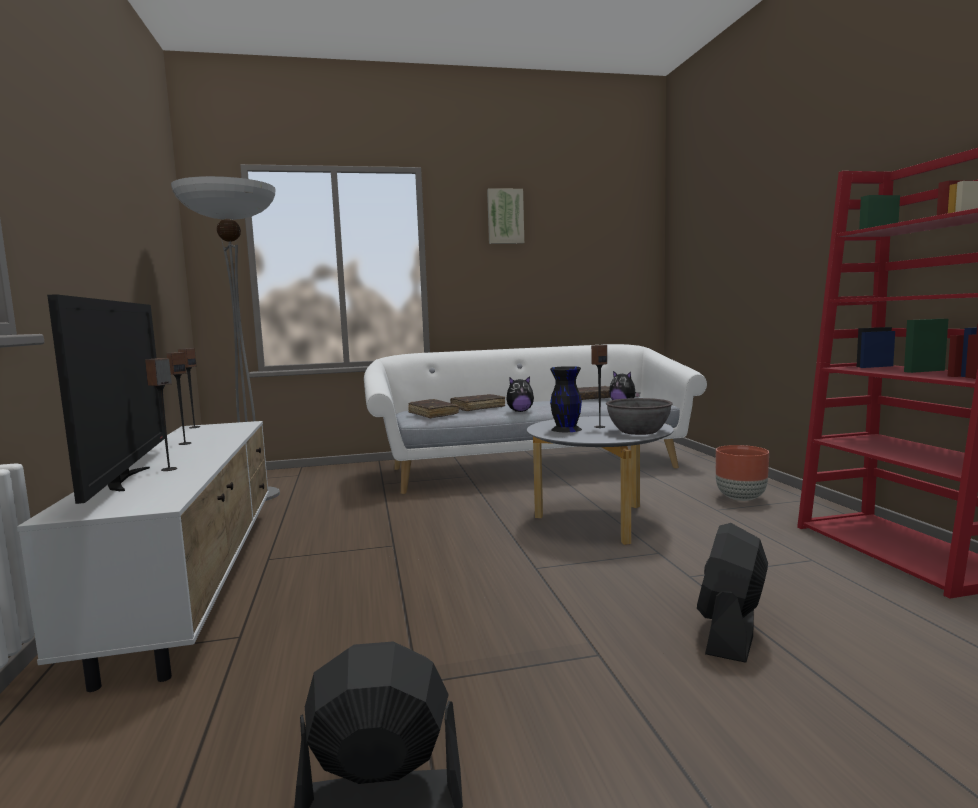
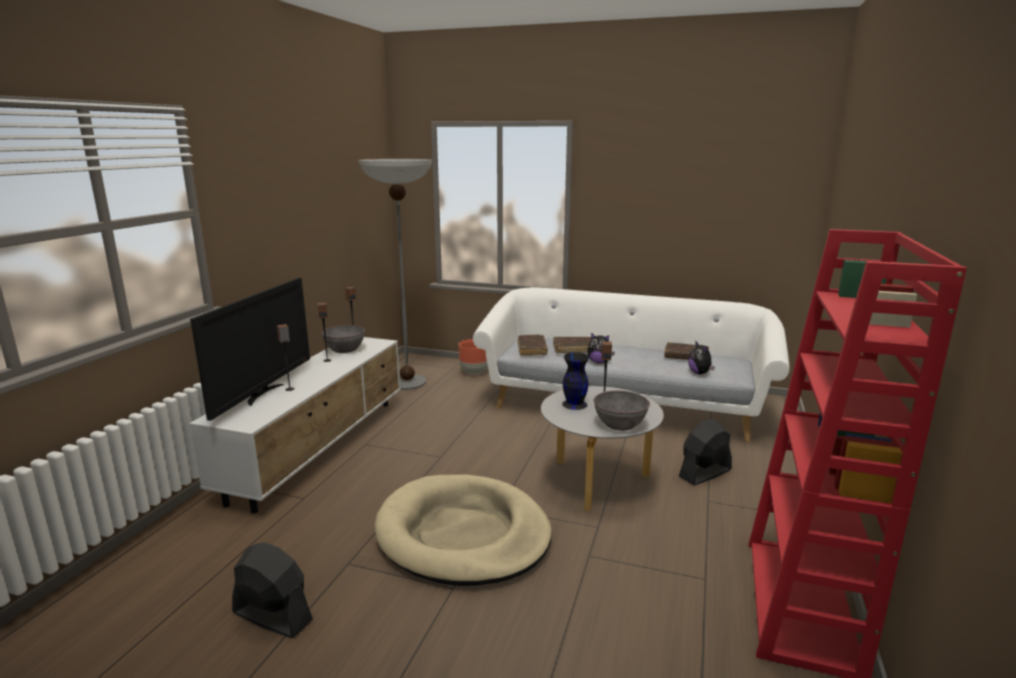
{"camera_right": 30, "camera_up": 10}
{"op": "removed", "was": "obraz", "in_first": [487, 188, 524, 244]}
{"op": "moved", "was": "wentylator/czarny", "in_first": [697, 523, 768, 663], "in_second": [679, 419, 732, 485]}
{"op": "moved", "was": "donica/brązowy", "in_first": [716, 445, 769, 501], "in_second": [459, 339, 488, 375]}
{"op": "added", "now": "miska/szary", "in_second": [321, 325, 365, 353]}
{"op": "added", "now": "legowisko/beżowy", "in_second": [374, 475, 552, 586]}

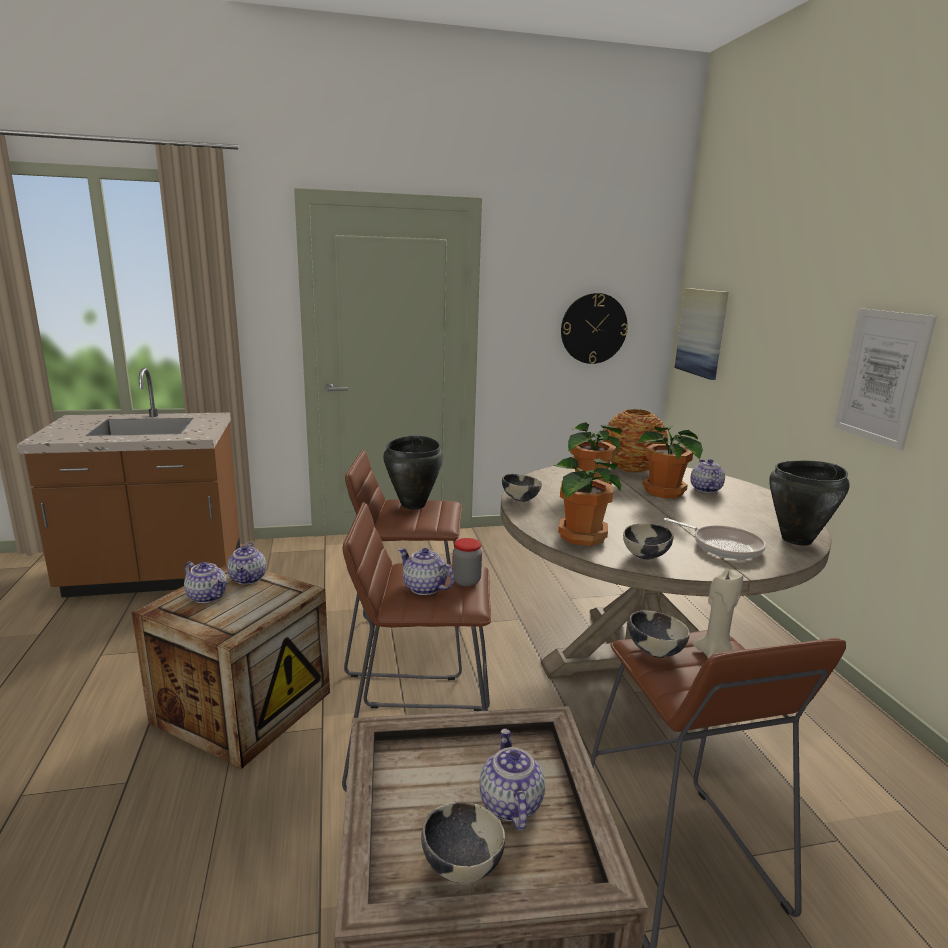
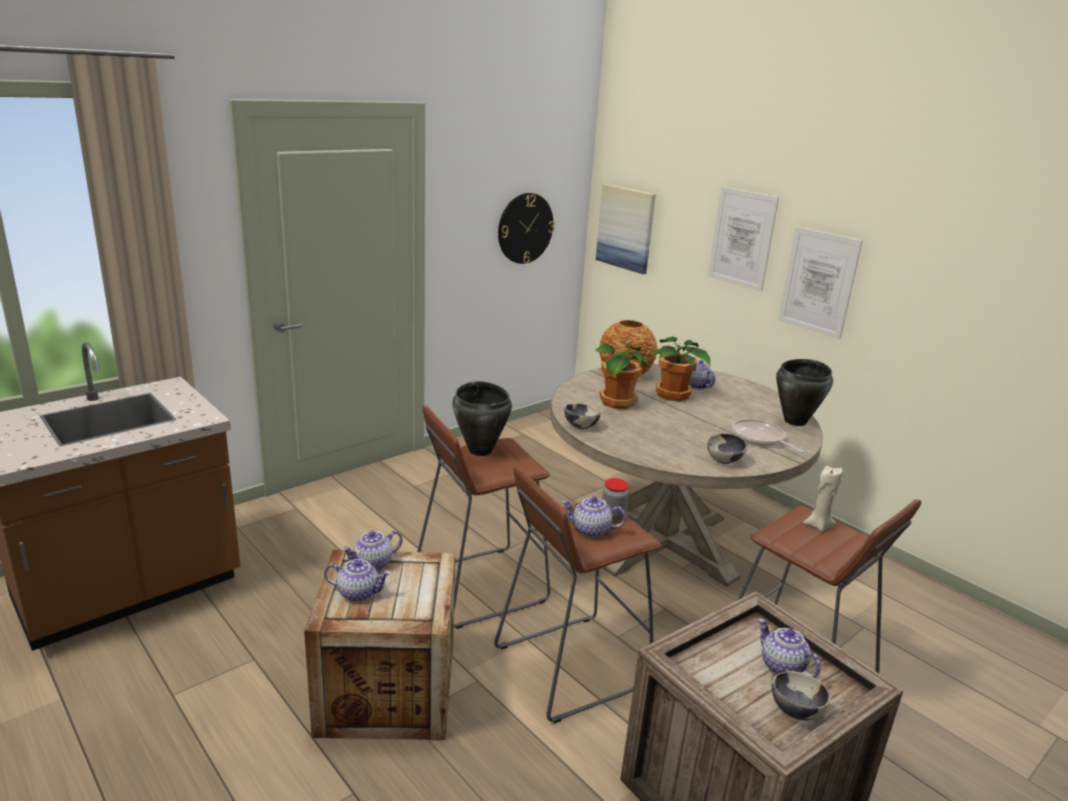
{"camera_right": -30, "camera_up": 5}
{"op": "turned", "was": "imbryk", "in_first": [227, 542, 266, 584], "in_second": [342, 530, 402, 571], "clockwise": 90}
{"op": "removed", "was": "roślina doniczkowa", "in_first": [554, 457, 621, 546]}
{"op": "removed", "was": "miska", "in_first": [628, 611, 690, 658]}
{"op": "turned", "was": "patelnia", "in_first": [664, 518, 766, 559], "in_second": [732, 419, 804, 453], "clockwise": -135}
{"op": "added", "now": "obraz", "in_second": [708, 187, 779, 291]}

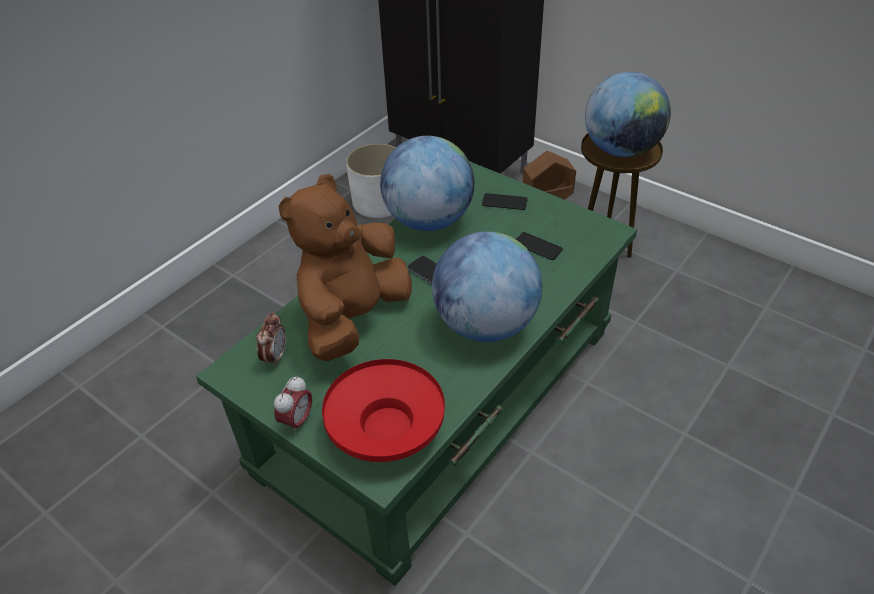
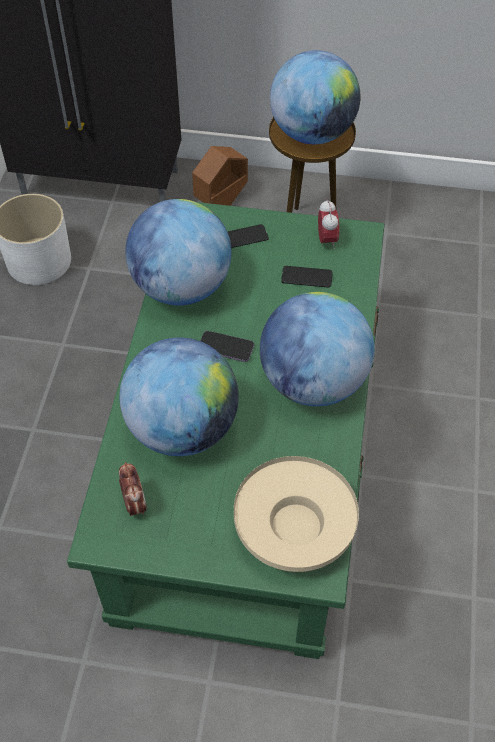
{"camera_right": -30, "camera_up": 10}
{"op": "moved", "was": "budzik", "in_first": [274, 376, 312, 435], "in_second": [318, 199, 339, 249]}
{"op": "replaced", "was": "pluszak/brązowy", "now": "globus", "in_first": [278, 174, 412, 361], "in_second": [120, 337, 239, 456]}
{"op": "recoloured", "was": "miska/czerwony", "now": "miska/beżowy", "in_first": [322, 359, 445, 462], "in_second": [234, 456, 359, 572]}

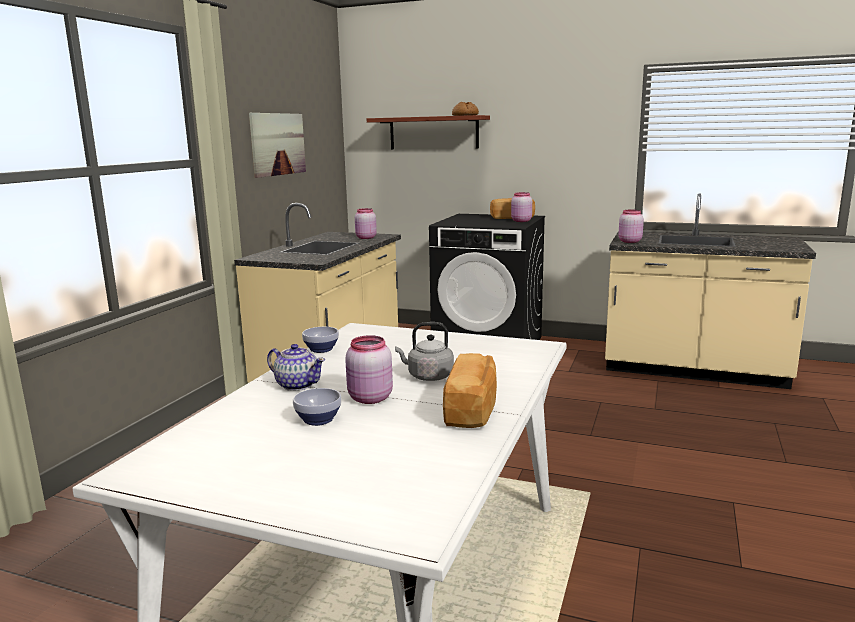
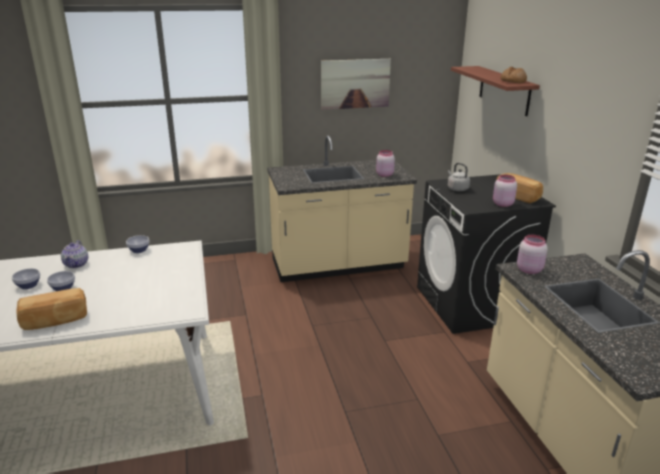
{"camera_right": 55, "camera_up": 10}
{"op": "replaced", "was": "słoik/różowy", "now": "miska", "in_first": [345, 335, 393, 404], "in_second": [47, 271, 75, 291]}
{"op": "moved", "was": "czajnik/szary", "in_first": [395, 322, 454, 381], "in_second": [448, 163, 470, 191]}

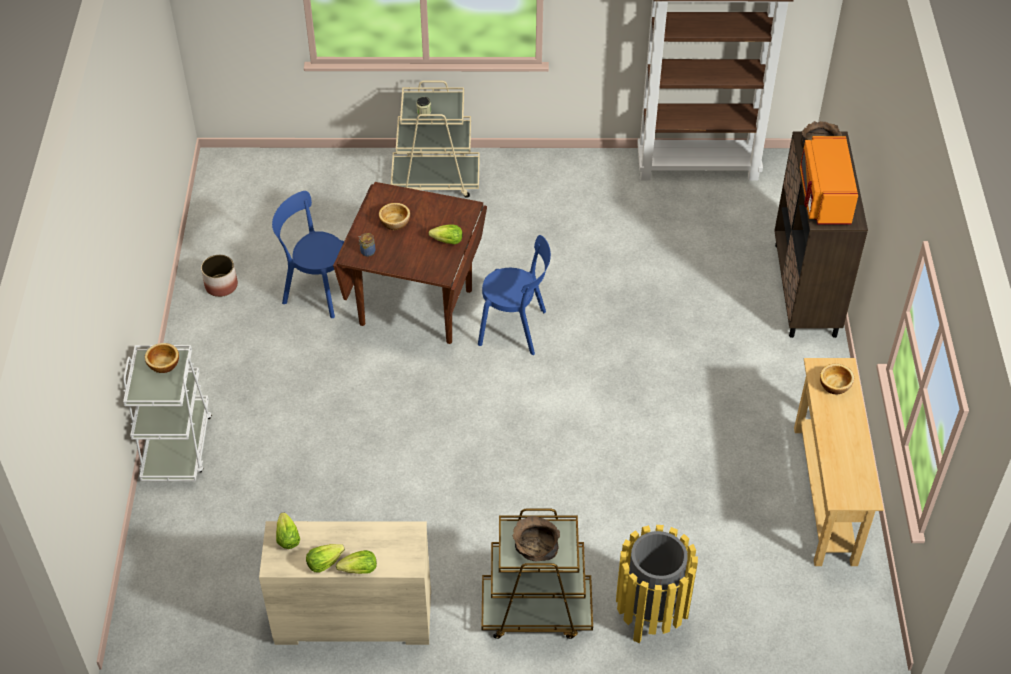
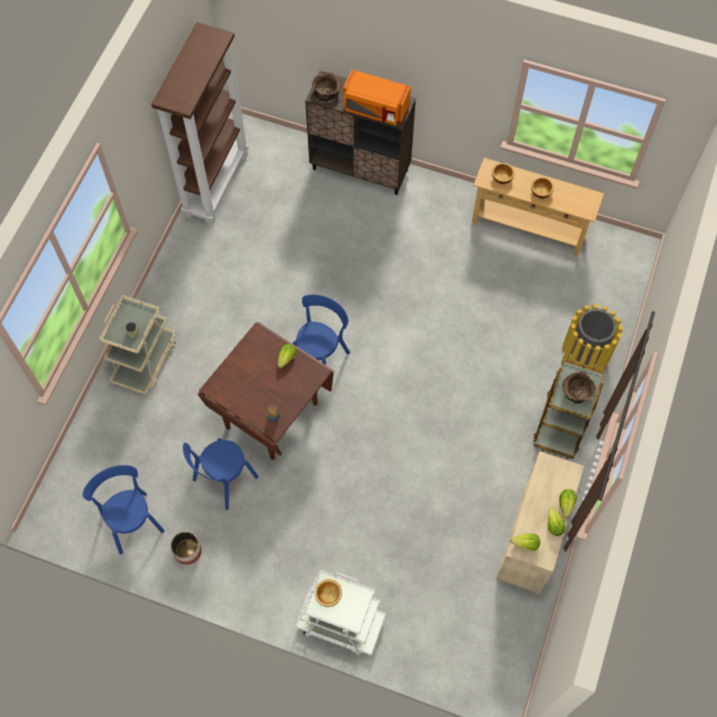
{"camera_right": -70, "camera_up": 15}
{"op": "moved", "was": "miska", "in_first": [379, 203, 410, 230], "in_second": [531, 177, 554, 199]}
{"op": "added", "now": "krzesło/niebieski", "in_second": [83, 465, 165, 554]}

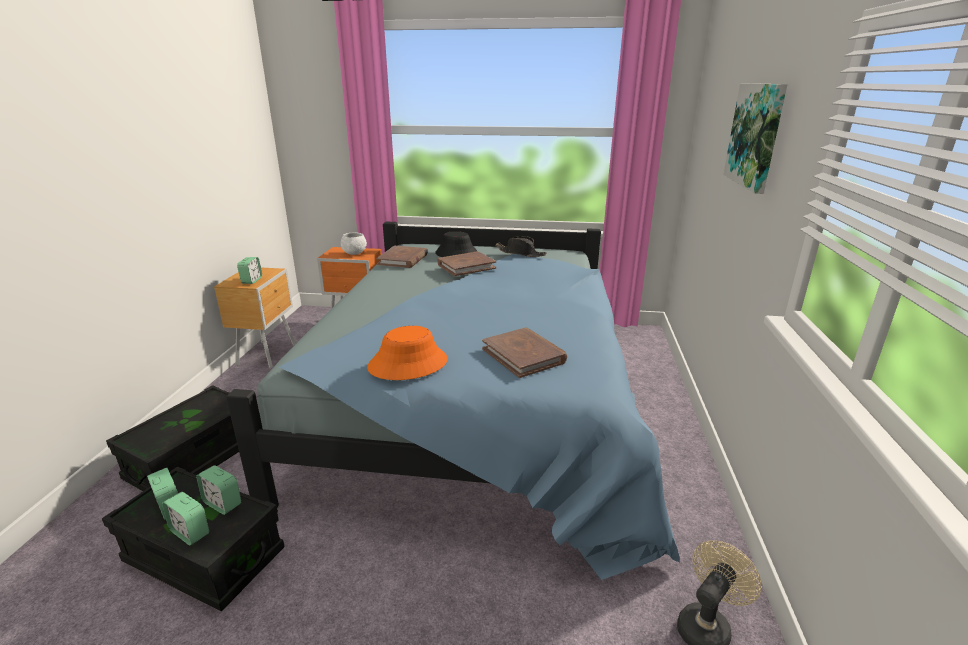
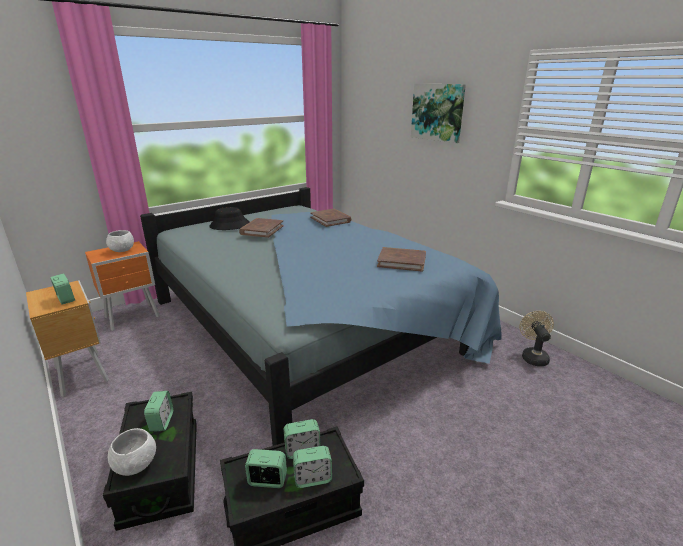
{"camera_right": -45, "camera_up": 0}
{"op": "removed", "was": "kapelusz/pomarańczowy", "in_first": [367, 326, 448, 380]}
{"op": "moved", "was": "książka/brązowy", "in_first": [377, 246, 428, 268], "in_second": [310, 209, 351, 227]}
{"op": "removed", "was": "kapelusz/czarny", "in_first": [495, 236, 547, 257]}
{"op": "added", "now": "miska/biały", "in_second": [108, 428, 156, 476]}
{"op": "added", "now": "budzik", "in_second": [144, 391, 173, 432]}

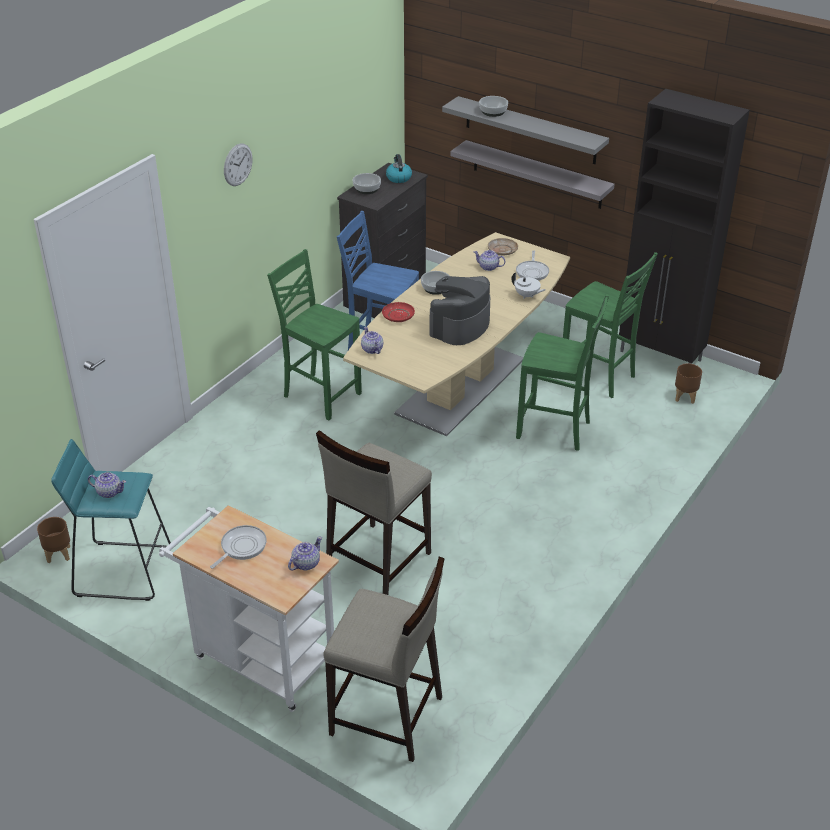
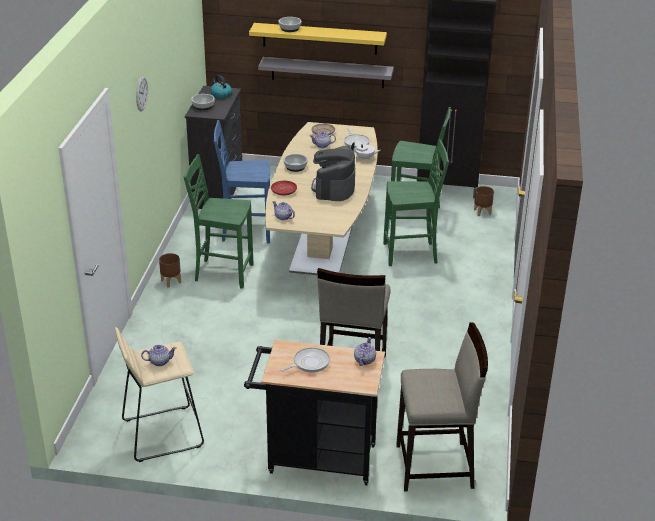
{"camera_right": -25, "camera_up": -5}
{"op": "moved", "was": "donica/brązowy", "in_first": [37, 517, 70, 563], "in_second": [159, 253, 181, 287]}
{"op": "recoloured", "was": "stołek/turkusowy", "now": "stołek/beżowy", "in_first": [51, 439, 171, 601], "in_second": [115, 327, 204, 462]}
{"op": "recoloured", "was": "wózek/biały", "now": "wózek/czarny", "in_first": [159, 505, 339, 712], "in_second": [244, 340, 385, 485]}
{"op": "turned", "was": "patelnia", "in_first": [210, 525, 267, 569], "in_second": [279, 347, 330, 373], "clockwise": 45}
{"op": "recoloured", "was": "półka/szary", "now": "półka/żółty", "in_first": [442, 96, 609, 164], "in_second": [249, 23, 387, 55]}

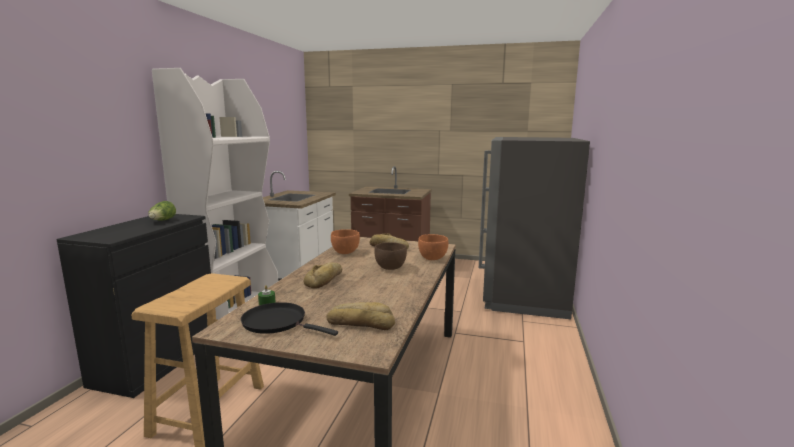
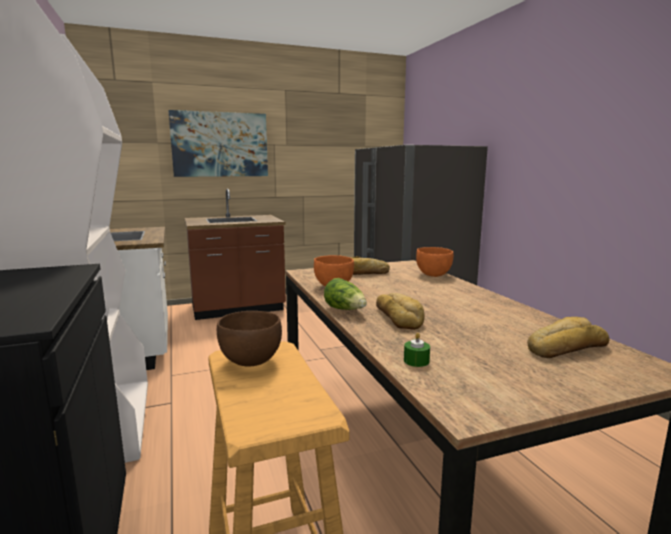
{"camera_right": -35, "camera_up": 0}
{"op": "moved", "was": "sałata", "in_first": [148, 201, 176, 220], "in_second": [324, 278, 367, 310]}
{"op": "removed", "was": "patelnia/czarny", "in_first": [241, 302, 338, 336]}
{"op": "moved", "was": "miska/brązowy", "in_first": [374, 242, 407, 270], "in_second": [217, 311, 282, 367]}
{"op": "added", "now": "obraz", "in_second": [168, 110, 268, 177]}

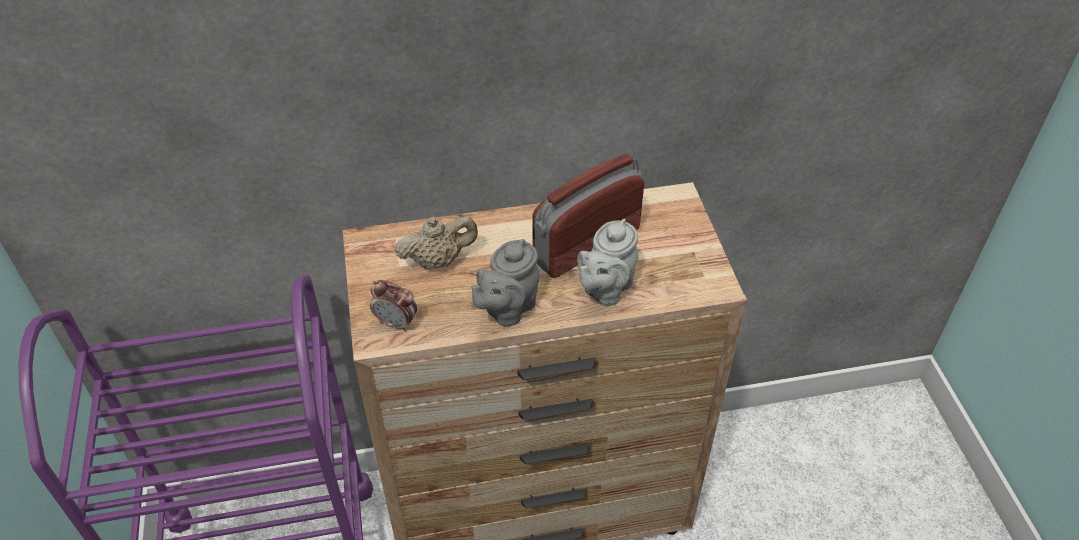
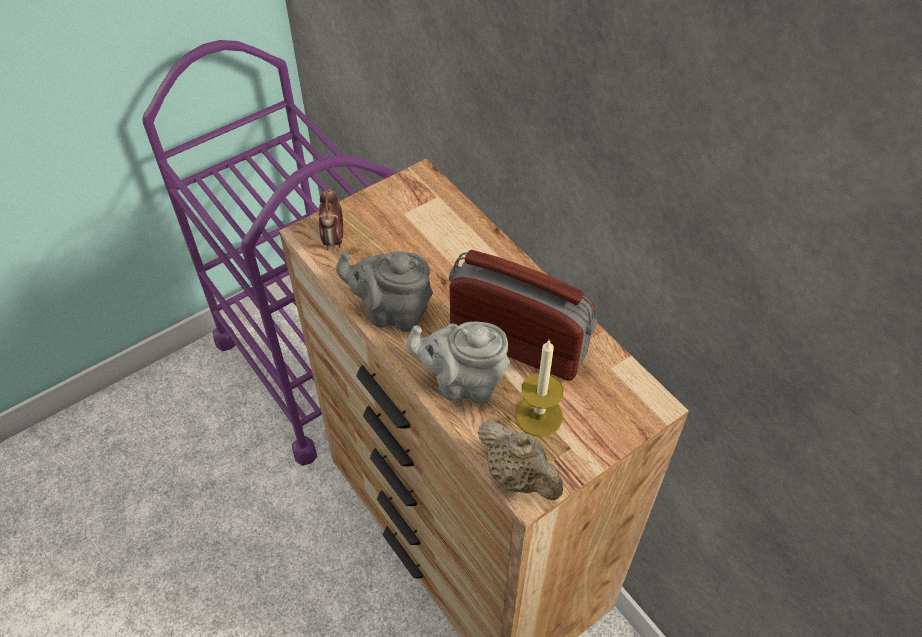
{"camera_right": 65, "camera_up": 5}
{"op": "moved", "was": "imbryk/beżowy", "in_first": [394, 216, 478, 269], "in_second": [478, 420, 563, 500]}
{"op": "added", "now": "świeca", "in_second": [515, 340, 563, 437]}

